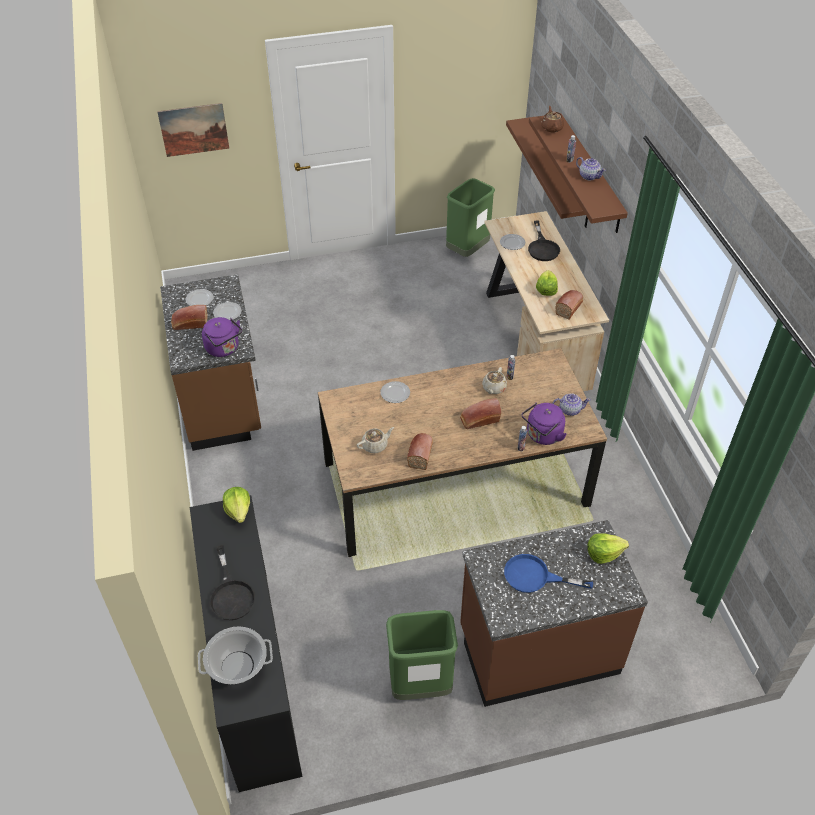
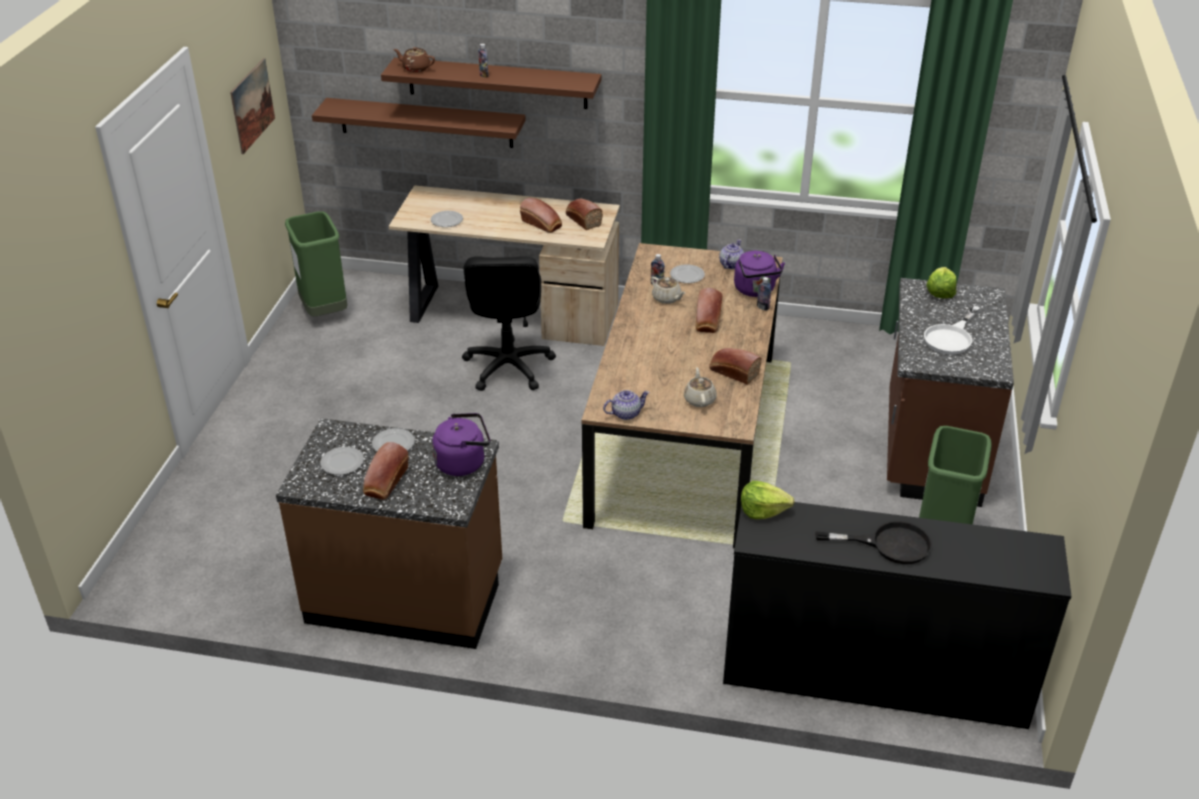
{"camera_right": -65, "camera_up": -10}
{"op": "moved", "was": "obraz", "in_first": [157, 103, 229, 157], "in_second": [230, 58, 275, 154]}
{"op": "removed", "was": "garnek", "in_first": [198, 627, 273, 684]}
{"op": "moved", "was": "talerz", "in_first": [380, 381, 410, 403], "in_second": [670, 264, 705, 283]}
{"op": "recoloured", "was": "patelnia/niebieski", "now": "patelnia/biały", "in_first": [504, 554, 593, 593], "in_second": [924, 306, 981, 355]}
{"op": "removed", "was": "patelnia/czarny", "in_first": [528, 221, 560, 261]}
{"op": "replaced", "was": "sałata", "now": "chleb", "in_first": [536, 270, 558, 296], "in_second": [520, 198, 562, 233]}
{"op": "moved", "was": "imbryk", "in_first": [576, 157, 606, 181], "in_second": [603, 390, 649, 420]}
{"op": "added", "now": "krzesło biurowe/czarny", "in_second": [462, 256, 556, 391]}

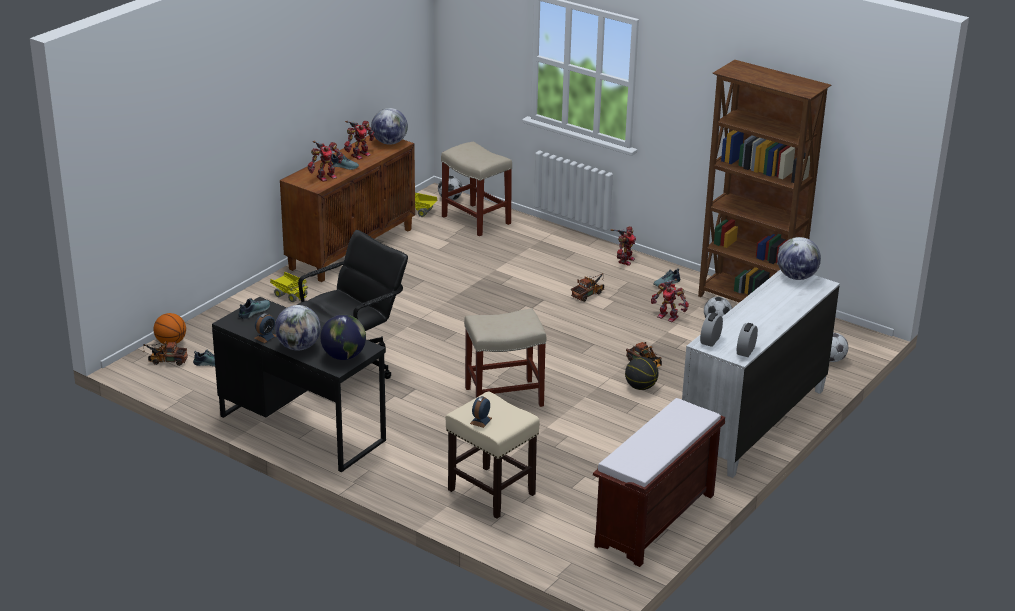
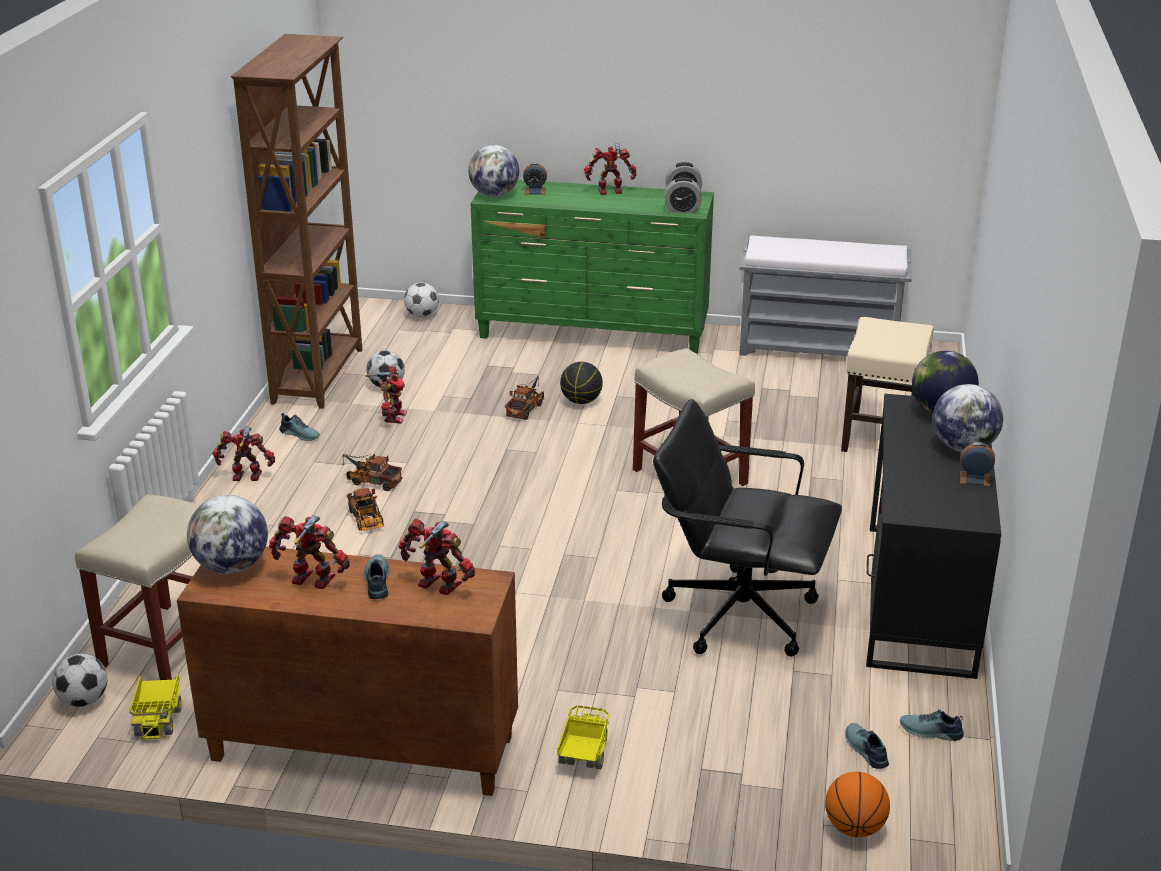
{"camera_right": -115, "camera_up": 0}
{"op": "moved", "was": "ciężarówka zabawkowa", "in_first": [143, 341, 188, 366], "in_second": [347, 488, 384, 531]}
{"op": "moved", "was": "but", "in_first": [238, 298, 270, 319], "in_second": [900, 710, 964, 741]}
{"op": "moved", "was": "budzik", "in_first": [470, 396, 492, 428], "in_second": [523, 163, 547, 194]}
{"op": "recoloured", "was": "ławka/brązowy", "now": "ławka/szary", "in_first": [593, 398, 725, 567], "in_second": [739, 236, 912, 356]}
{"op": "recoloured", "was": "komoda/biały", "now": "komoda/zielony", "in_first": [682, 270, 840, 478], "in_second": [471, 180, 714, 354]}
{"op": "added", "now": "robot zabawkowy", "in_second": [584, 143, 636, 195]}

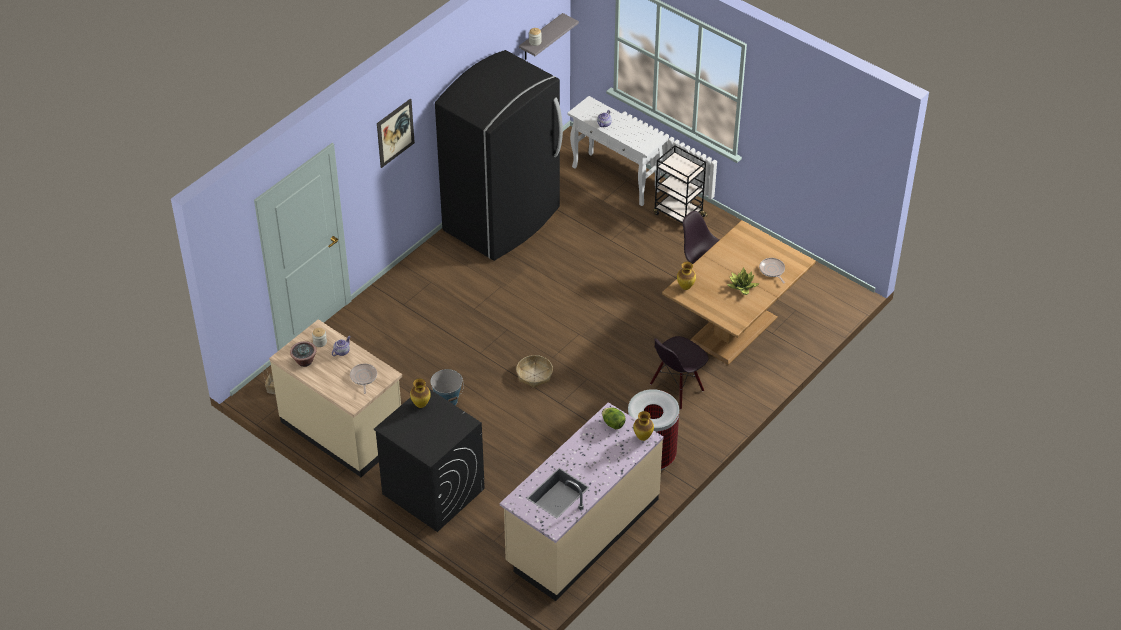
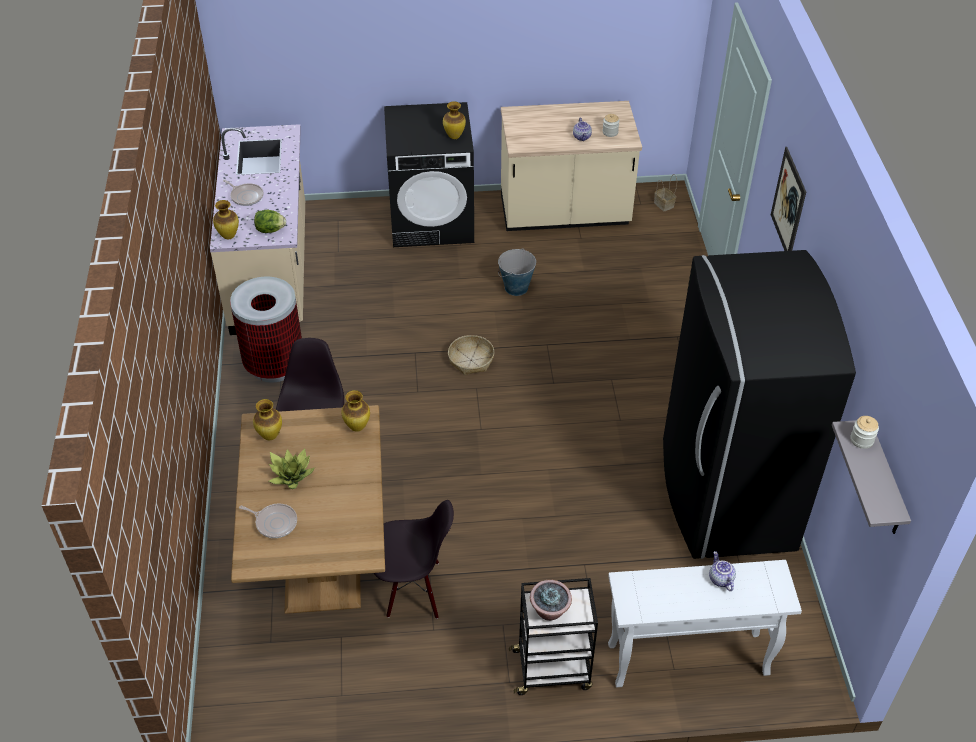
{"camera_right": 135, "camera_up": 0}
{"op": "moved", "was": "roślina doniczkowa", "in_first": [290, 341, 316, 367], "in_second": [530, 580, 572, 621]}
{"op": "moved", "was": "patelnia", "in_first": [350, 363, 377, 394], "in_second": [223, 180, 263, 206]}
{"op": "added", "now": "wazon", "in_second": [253, 399, 282, 440]}

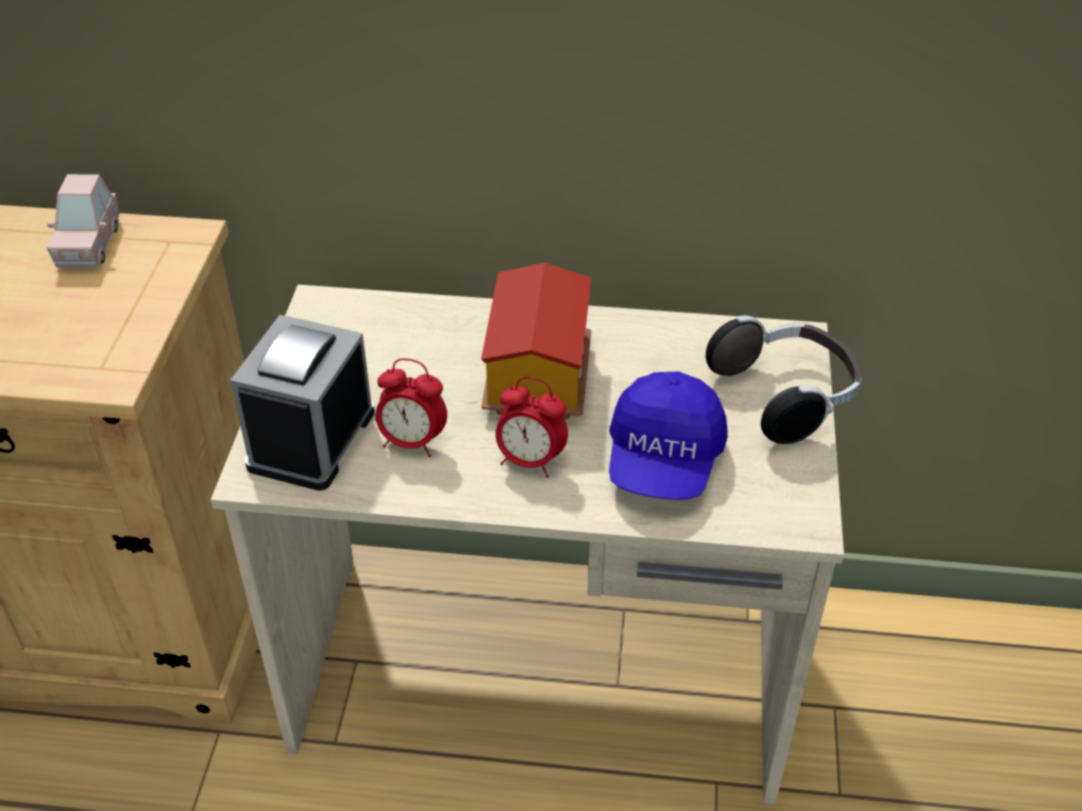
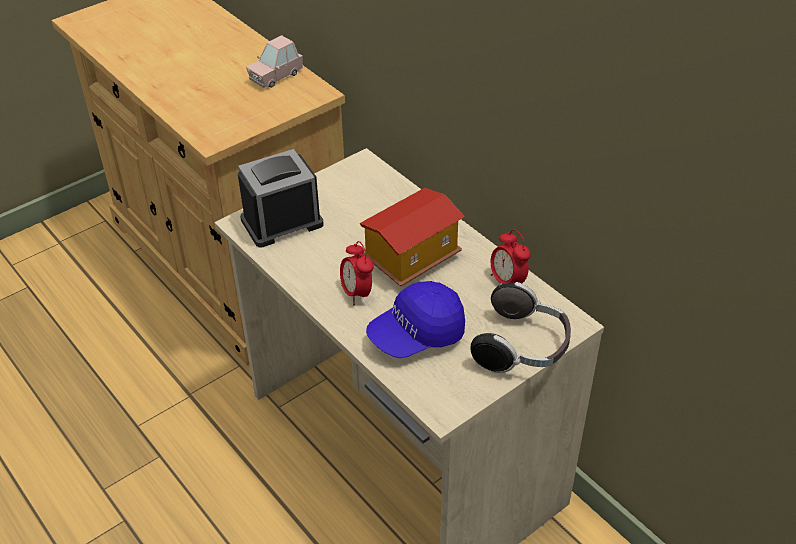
{"camera_right": 45, "camera_up": 0}
{"op": "moved", "was": "budzik", "in_first": [376, 358, 447, 457], "in_second": [491, 229, 531, 284]}

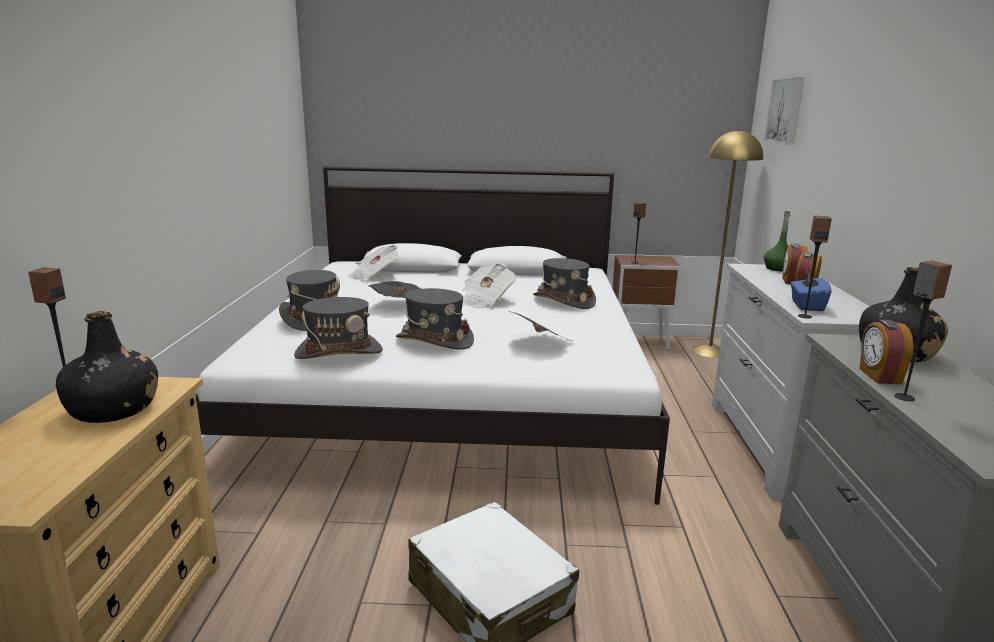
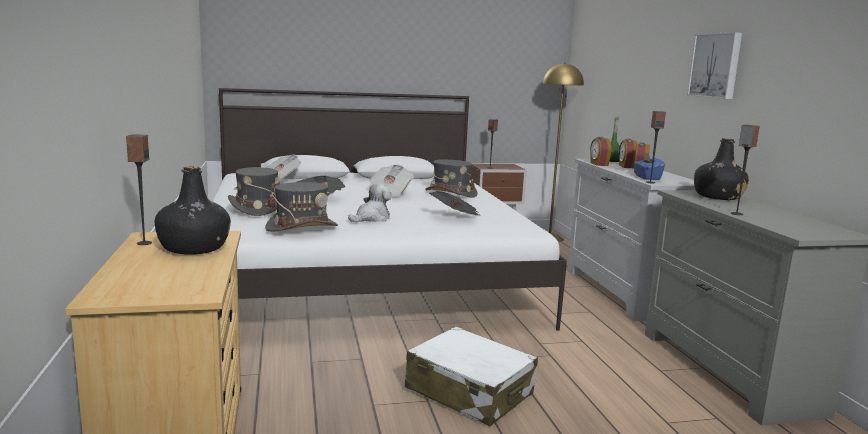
{"camera_right": -15, "camera_up": -5}
{"op": "replaced", "was": "kapelusz/szary", "now": "pluszak", "in_first": [396, 288, 474, 350], "in_second": [348, 183, 392, 222]}
{"op": "moved", "was": "obraz", "in_first": [764, 77, 804, 144], "in_second": [687, 32, 742, 99]}
{"op": "moved", "was": "budzik", "in_first": [859, 319, 914, 384], "in_second": [590, 137, 611, 166]}

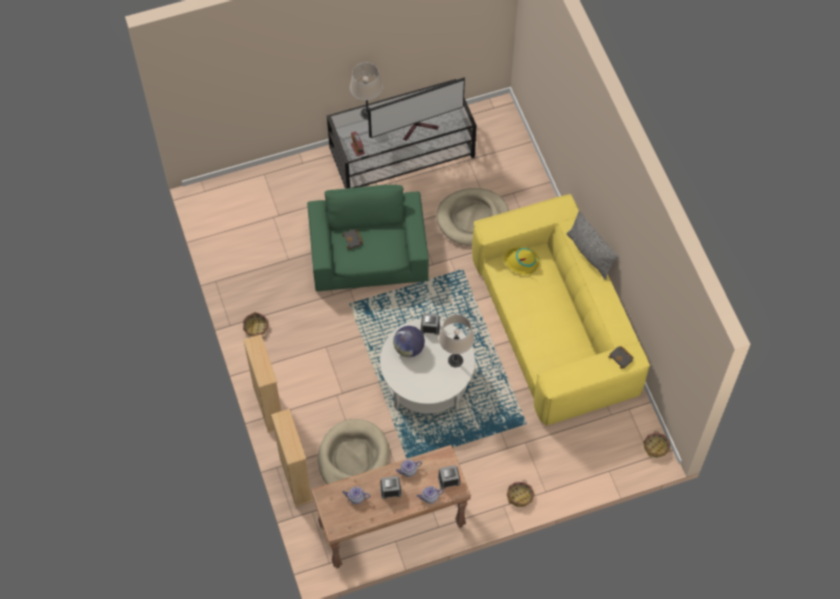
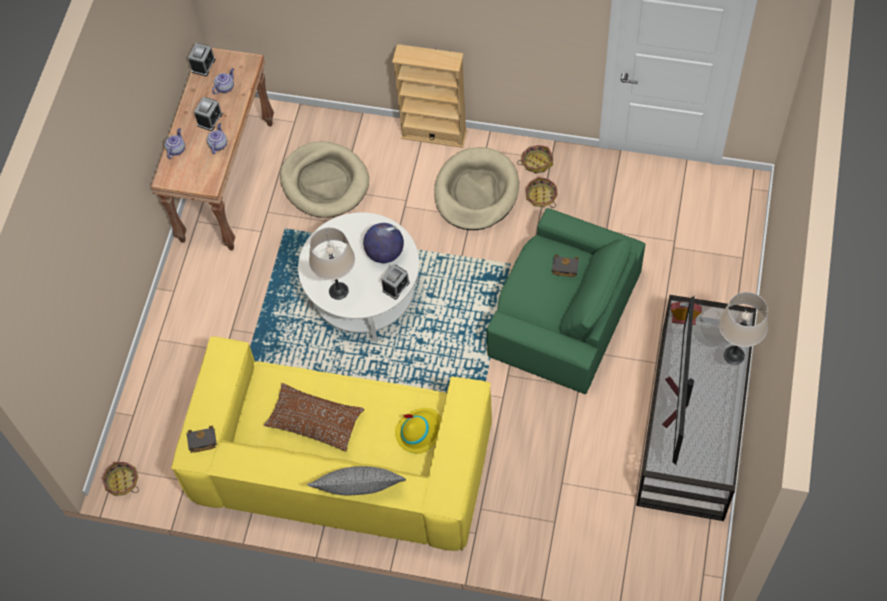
{"camera_right": 125, "camera_up": 0}
{"op": "removed", "was": "regał/beżowy", "in_first": [271, 409, 313, 507]}
{"op": "moved", "was": "legowisko/beżowy", "in_first": [437, 188, 509, 246], "in_second": [434, 147, 519, 230]}
{"op": "moved", "was": "budzik", "in_first": [438, 465, 460, 489], "in_second": [188, 43, 215, 76]}
{"op": "moved", "was": "koszyk", "in_first": [507, 480, 534, 507], "in_second": [526, 177, 558, 208]}
{"op": "added", "now": "poduszka/brązowy", "in_second": [264, 383, 364, 451]}

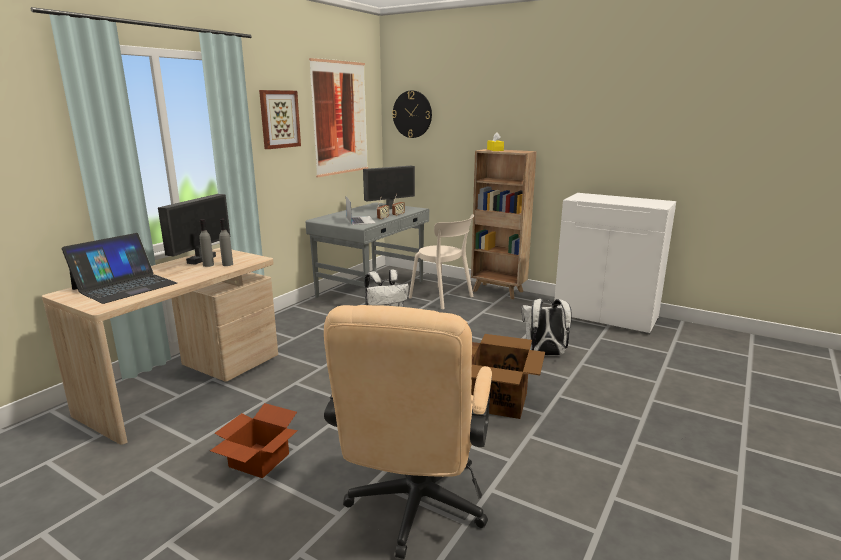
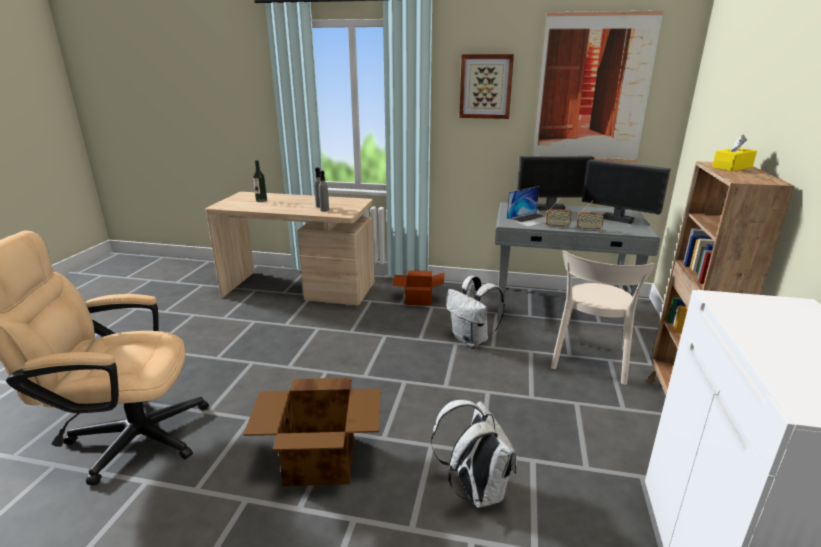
{"camera_right": 70, "camera_up": 5}
{"op": "replaced", "was": "laptop", "now": "butelka", "in_first": [62, 233, 177, 304], "in_second": [253, 160, 267, 202]}
{"op": "moved", "was": "monitor", "in_first": [158, 194, 230, 265], "in_second": [517, 156, 594, 210]}
{"op": "moved", "was": "karton", "in_first": [210, 403, 298, 478], "in_second": [392, 270, 444, 306]}
{"op": "removed", "was": "zegar ścienny", "in_first": [392, 90, 432, 138]}

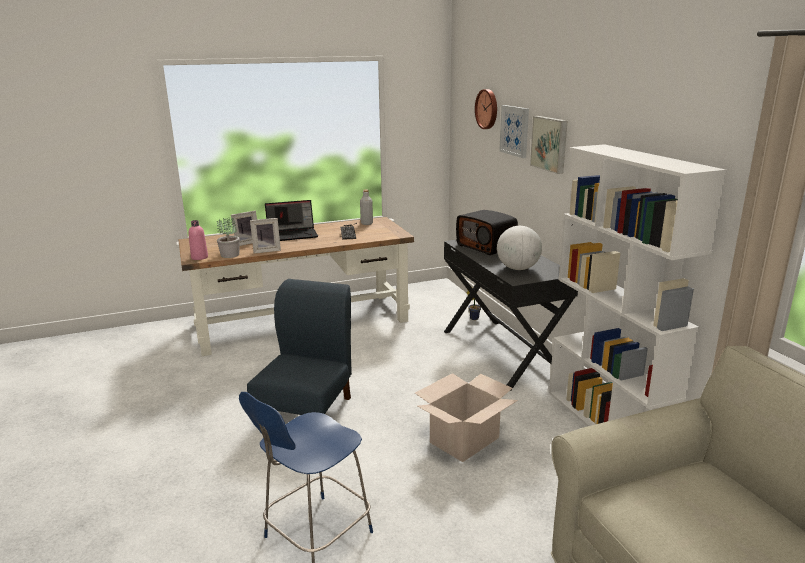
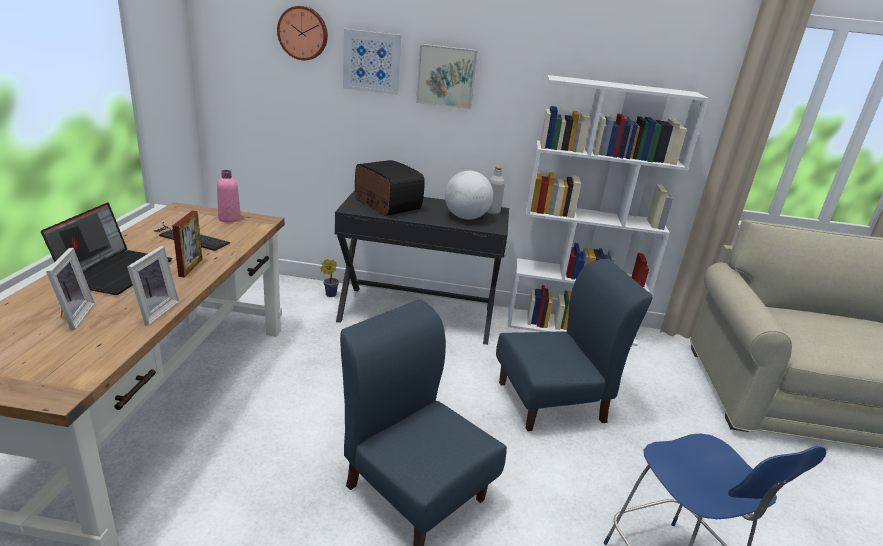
{"camera_right": -65, "camera_up": 5}
{"op": "moved", "was": "butelka/różowy", "in_first": [188, 220, 208, 260], "in_second": [217, 170, 241, 223]}
{"op": "removed", "was": "roślina doniczkowa", "in_first": [217, 218, 240, 258]}
{"op": "moved", "was": "butelka/szary", "in_first": [360, 190, 373, 225], "in_second": [487, 166, 505, 214]}
{"op": "replaced", "was": "karton", "now": "krzesło/niebieski", "in_first": [415, 373, 518, 462], "in_second": [496, 259, 652, 431]}
{"op": "turned", "was": "radio", "in_first": [456, 210, 518, 255], "in_second": [355, 160, 425, 216], "clockwise": -120}
{"op": "added", "now": "ramka na zdjęcie", "in_second": [172, 211, 202, 277]}

